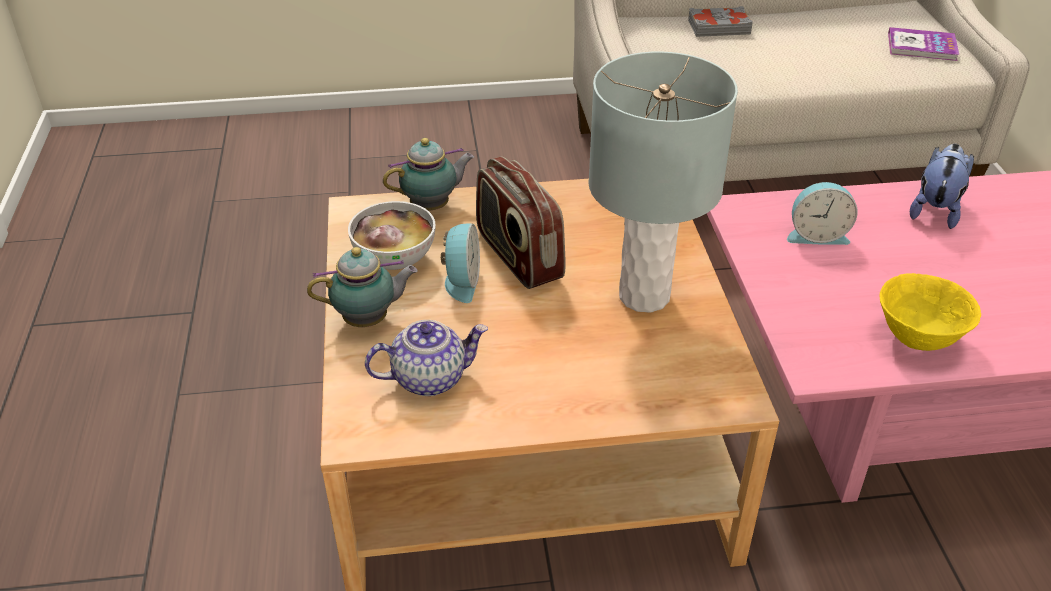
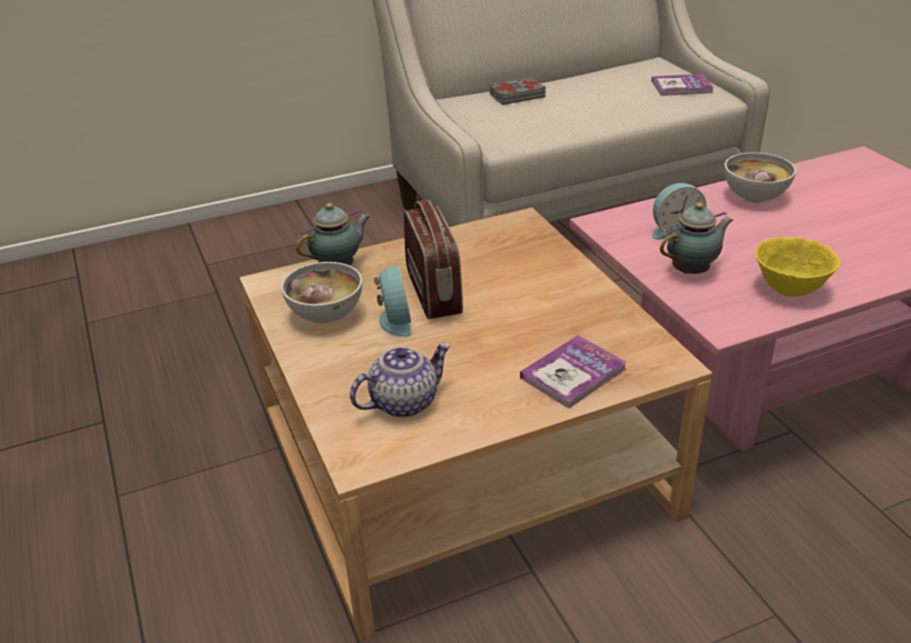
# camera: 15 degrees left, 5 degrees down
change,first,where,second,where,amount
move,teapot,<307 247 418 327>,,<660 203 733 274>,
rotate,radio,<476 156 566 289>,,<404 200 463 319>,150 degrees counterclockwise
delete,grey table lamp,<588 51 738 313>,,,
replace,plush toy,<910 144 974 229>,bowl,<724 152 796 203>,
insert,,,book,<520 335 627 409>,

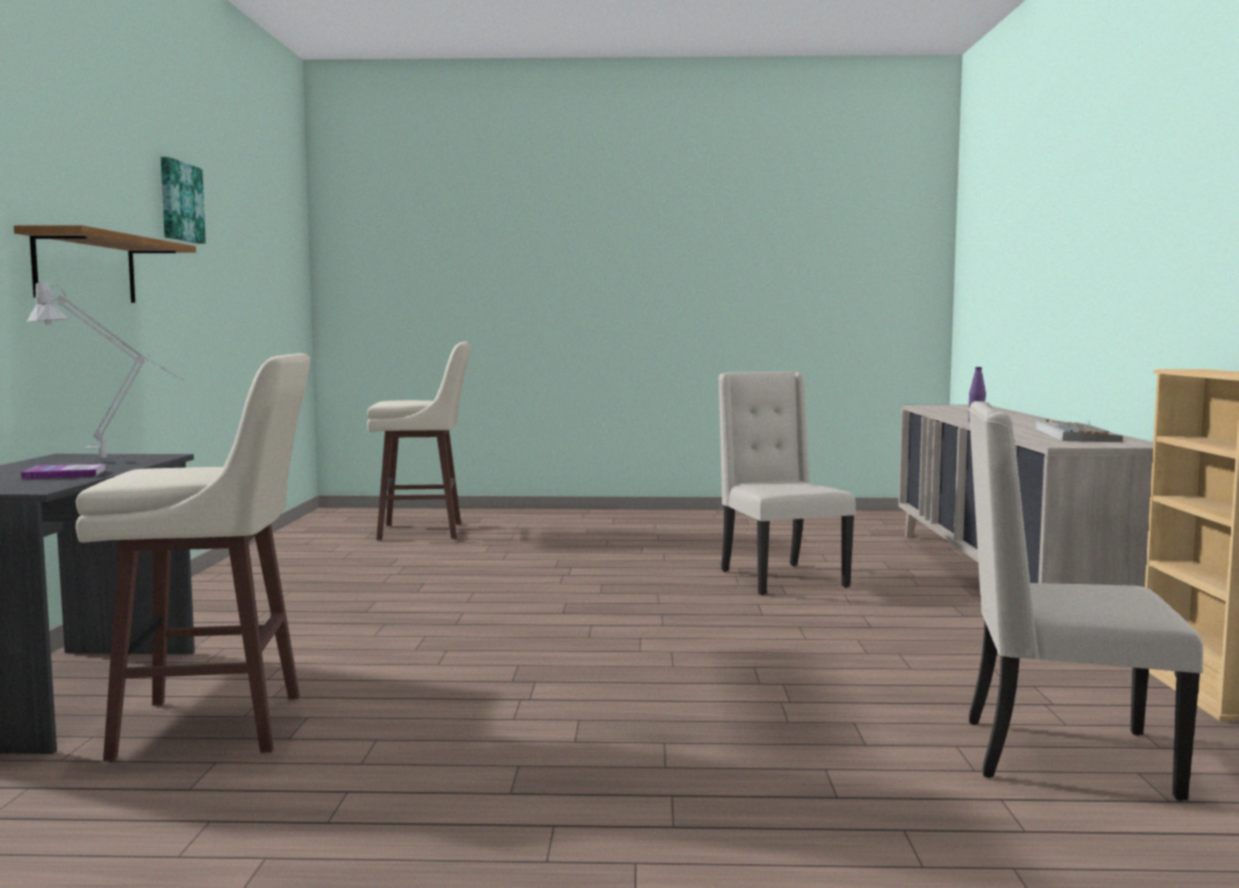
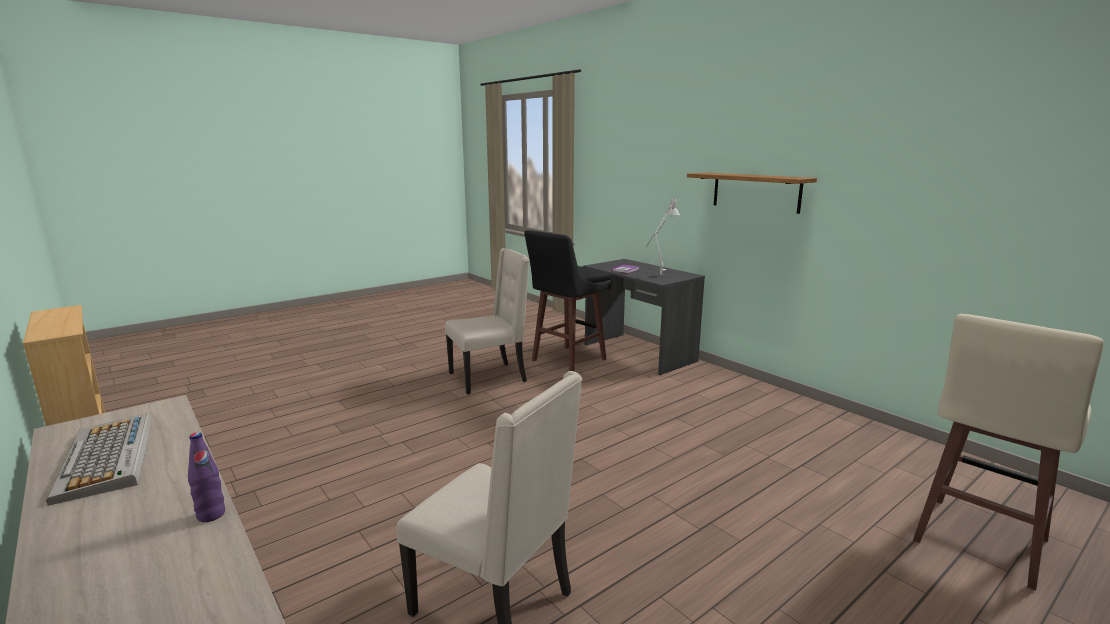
# camera: 140 degrees right, 10 degrees up
change,first,where,second,where,amount
recolor,beige stool,<76 353 310 761>,black stool,<524 230 612 371>,
delete,picture,<161 157 206 244>,,,
move,beige chair,<969 401 1203 801>,,<445 248 530 395>,

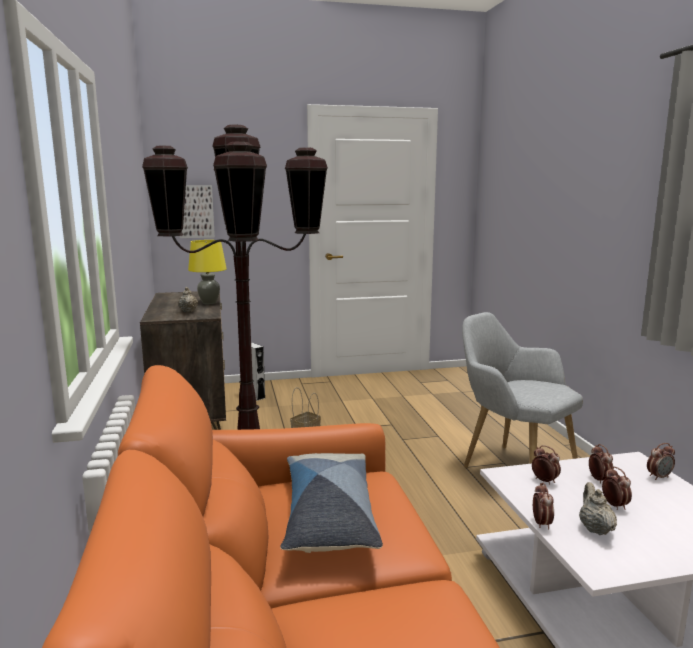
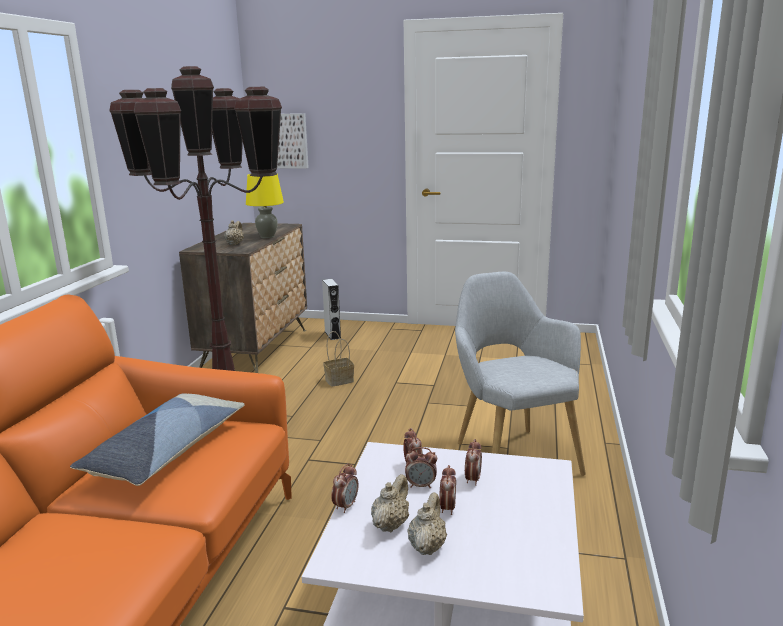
# camera: 25 degrees right, 5 degrees up
change,first,where,second,where,amount
move,alarm clock,<647 443 675 480>,,<405 447 437 489>,
insert,,,beige teapot,<407 493 447 555>,

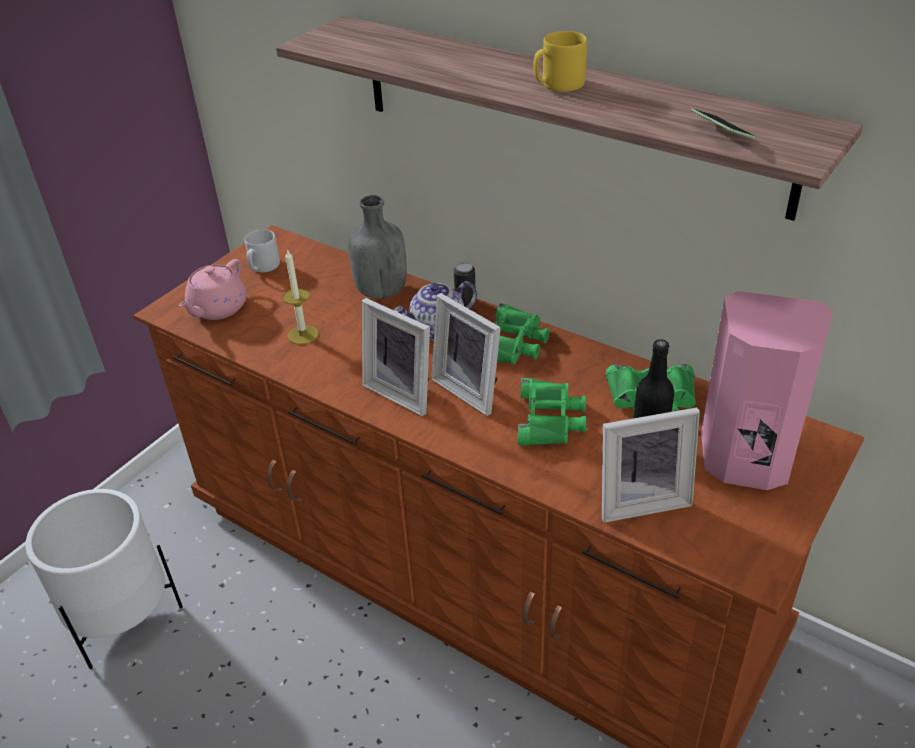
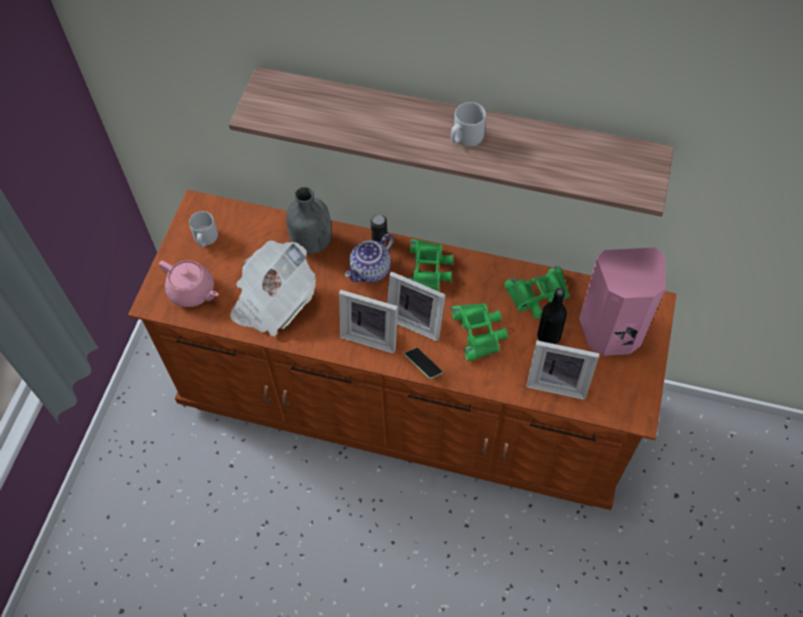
# camera: 20 degrees left, 20 degrees up
change,first,where,second,where,amount
delete,white planter,<25 489 183 669>,,,
rotate,pink teapot,<179 259 247 320>,,<159 260 219 307>,60 degrees counterclockwise
replace,candle,<282 249 319 345>,newspaper,<230 240 316 336>,
recolor,yellow mug,<533 31 587 92>,grey mug,<451 102 486 147>,
rotate,picture frame,<602 407 700 523>,,<526 340 599 400>,45 degrees clockwise
move,phone,<691 108 756 139>,,<404 348 443 379>,

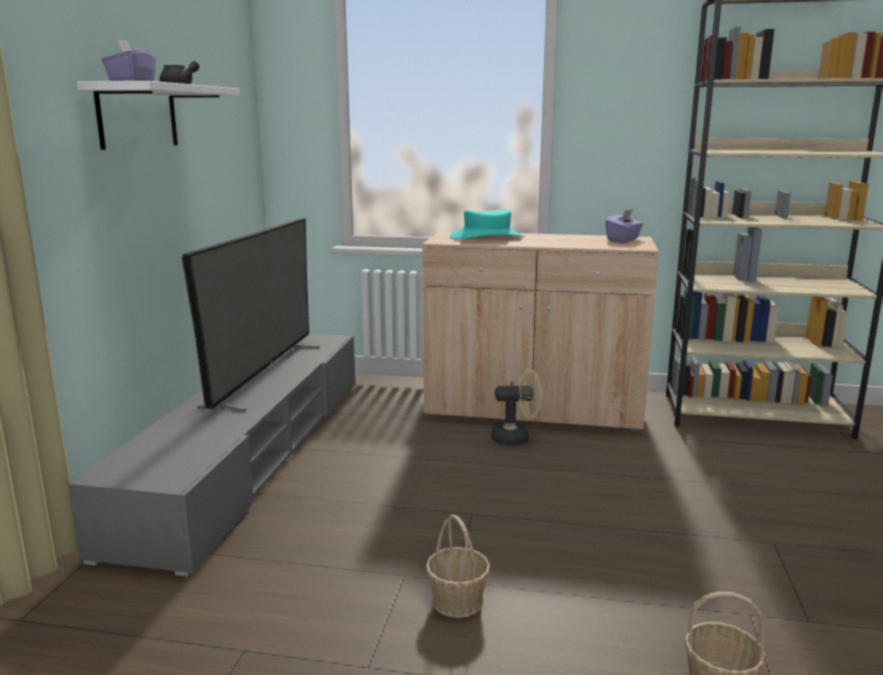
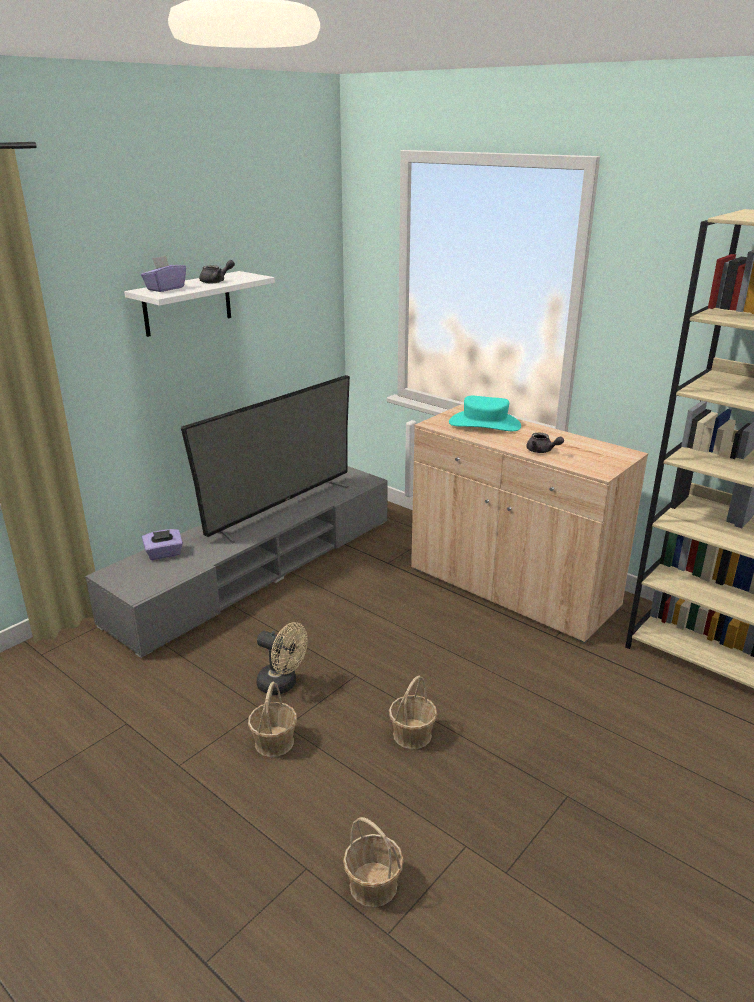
# camera: 30 degrees right, 10 degrees up
change,first,where,second,where,amount
move,beige fan,<492 369 542 445>,,<256 622 308 695>,
move,purple tissue box,<605 209 643 242>,,<142 529 183 560>,
insert,,,basket,<389 675 437 749>,
insert,,,grey teapot,<526 433 564 453>,

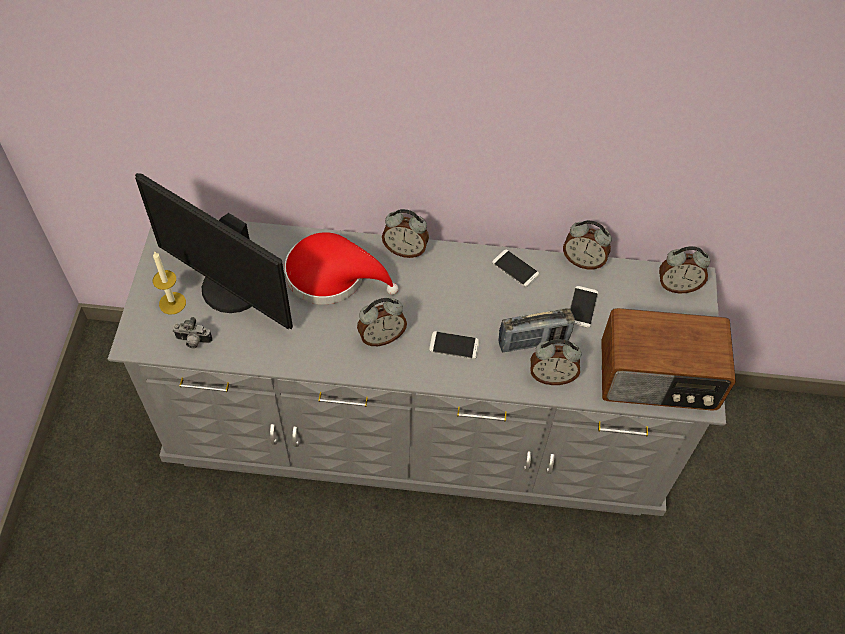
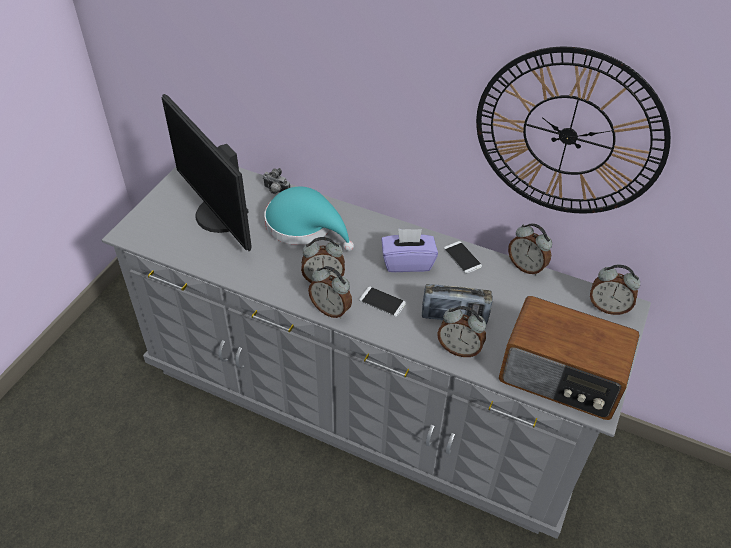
# camera: 20 degrees right, 10 degrees down
change,first,where,second,where,amount
delete,candle,<153 252 186 315>,,,
move,photo camera,<173 317 213 349>,,<263 168 290 194>,
recolor,red hat,<284 232 399 305>,turquoise hat,<264 187 354 251>,
move,alarm clock,<382 209 429 258>,,<308 266 352 319>,
delete,phone,<570 286 598 328>,,,
insert,,,purple tissue box,<381 229 438 272>,
insert,,,wall clock,<476 47 671 214>,

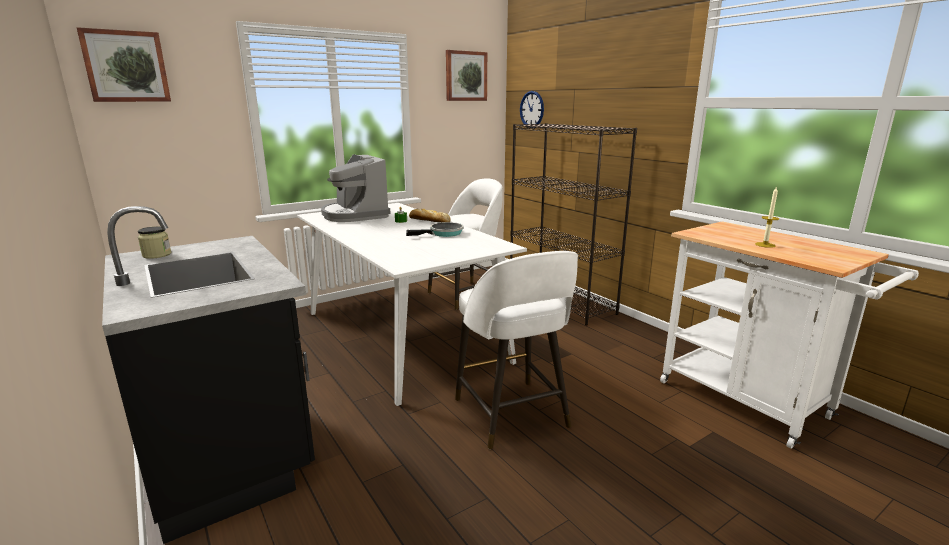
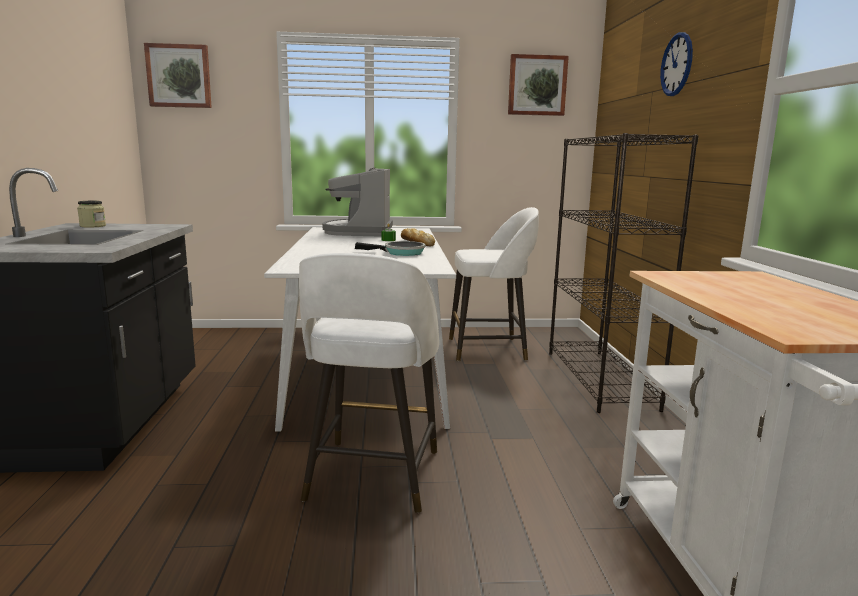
# camera: 30 degrees right, 5 degrees down
change,first,where,second,where,amount
move,wall clock,<520 91 544 128>,,<660 32 693 96>,
delete,candle,<755 186 779 248>,,,

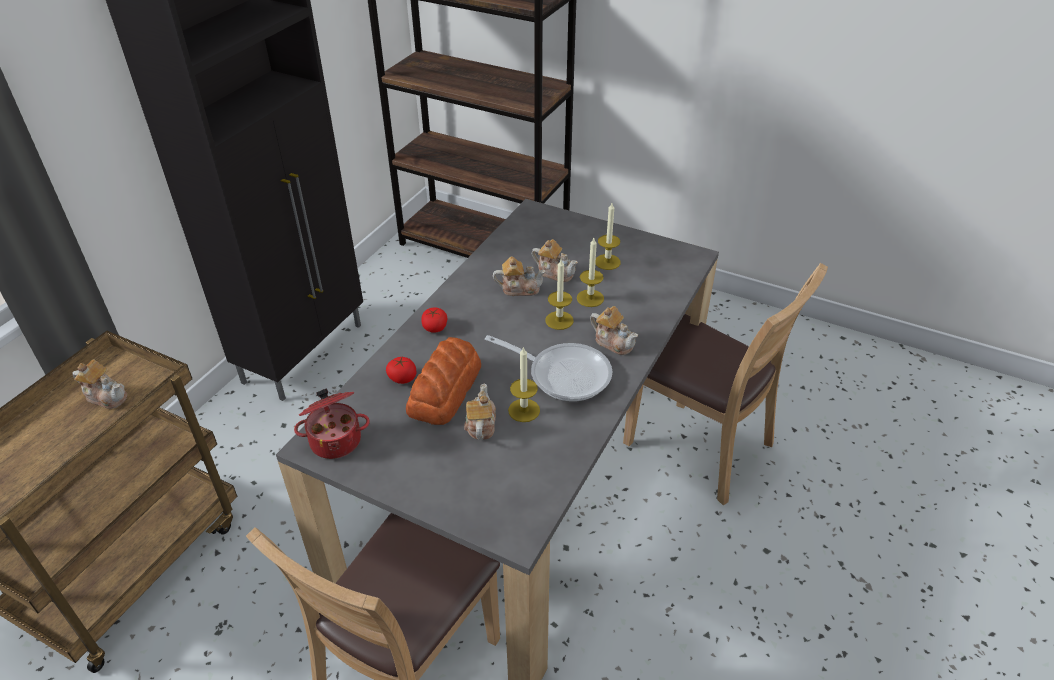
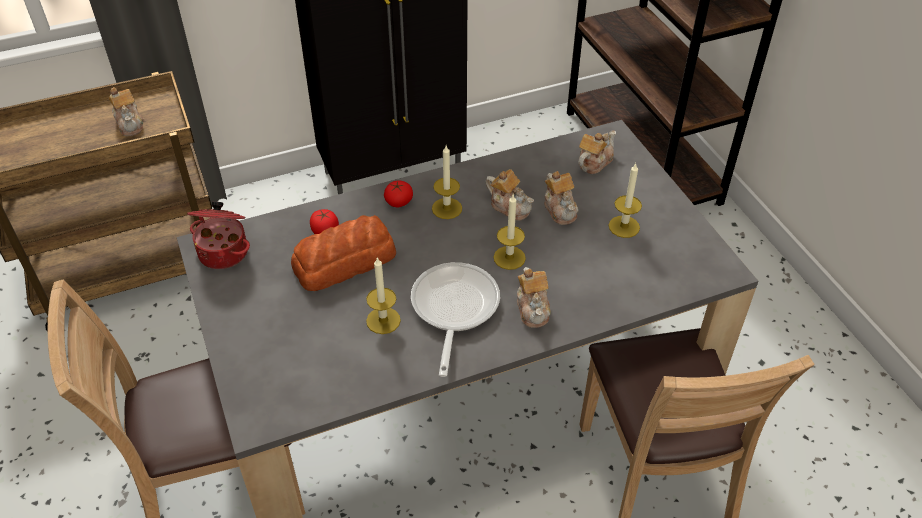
# camera: 40 degrees right, 5 degrees up
change,first,where,second,where,amount
move,teapot,<464 383 496 440>,,<578 131 616 174>,
rotate,frying pan,<485 335 612 402>,,<411 262 500 377>,150 degrees counterclockwise
move,candle,<577 238 604 307>,,<432 145 462 219>,

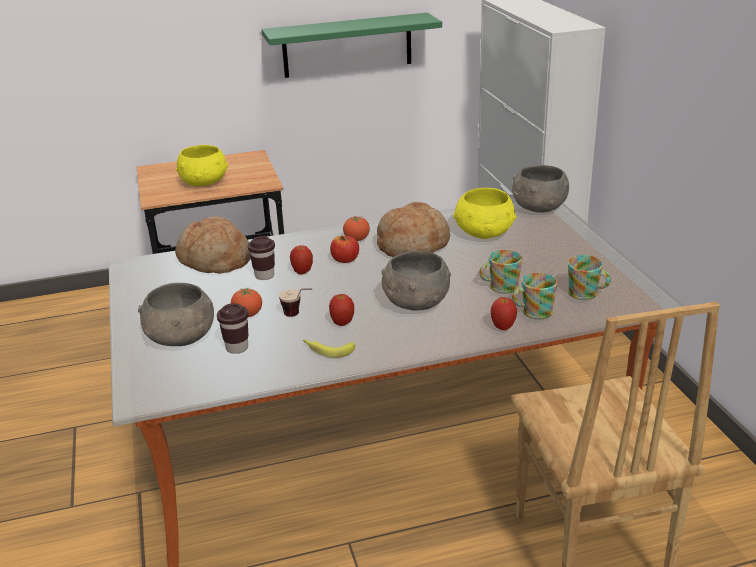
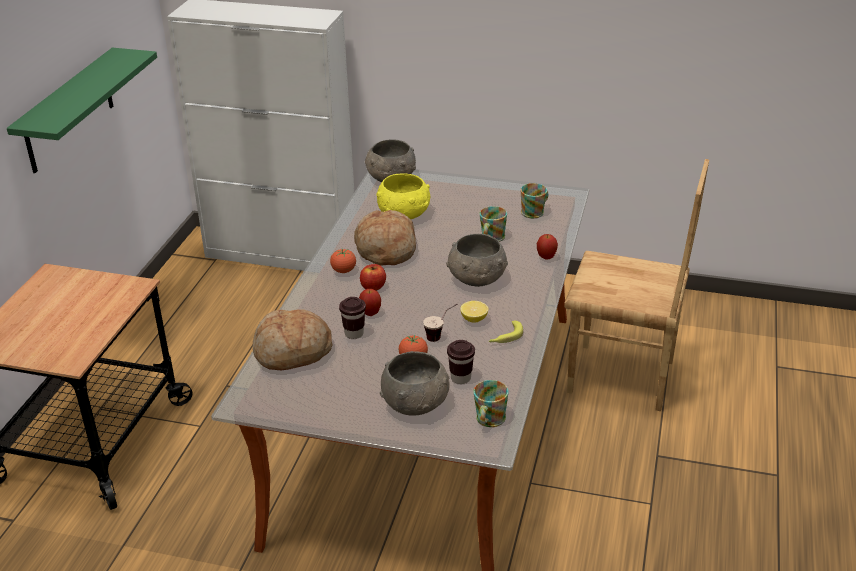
# camera: 60 degrees left, 5 degrees up
change,first,where,second,where,amount
delete,yellow bowl,<176 145 228 186>,,,
replace,apple,<329 294 354 326>,lemon,<460 301 488 323>,
move,mug,<512 273 558 319>,,<473 380 509 427>,

